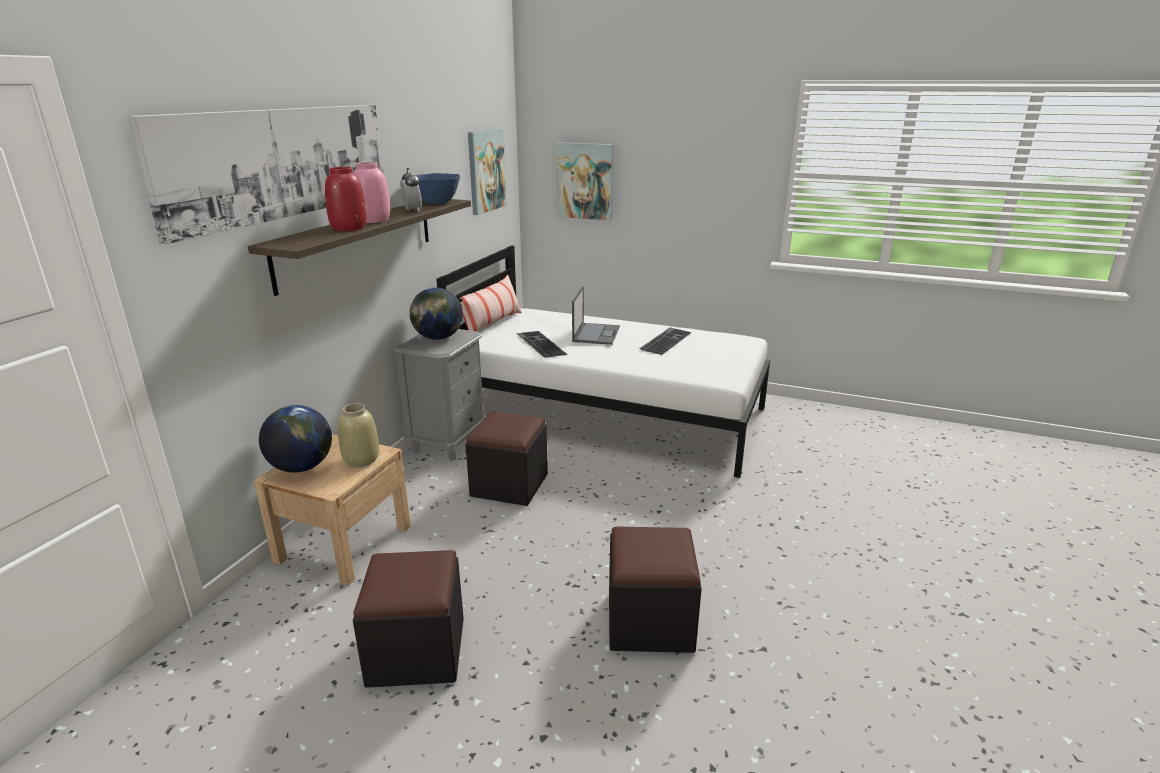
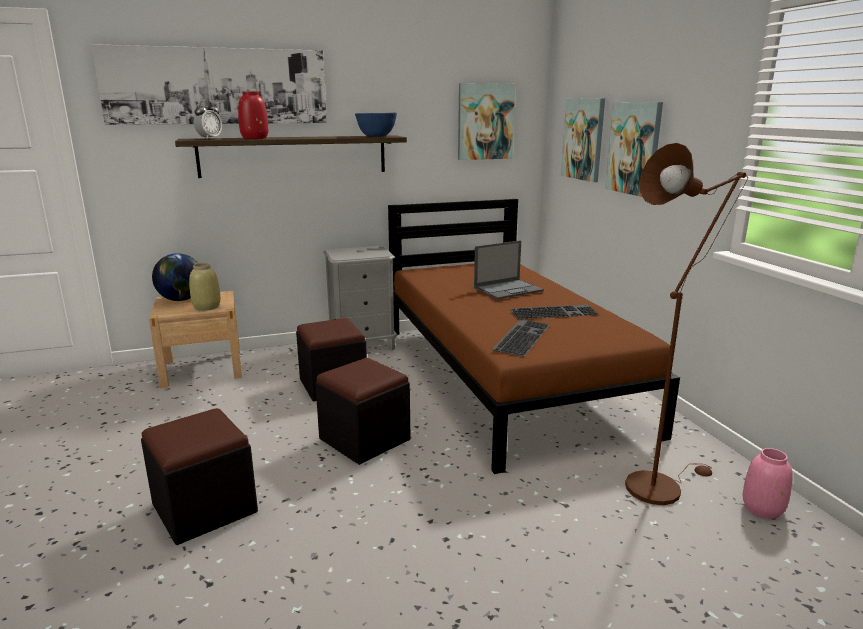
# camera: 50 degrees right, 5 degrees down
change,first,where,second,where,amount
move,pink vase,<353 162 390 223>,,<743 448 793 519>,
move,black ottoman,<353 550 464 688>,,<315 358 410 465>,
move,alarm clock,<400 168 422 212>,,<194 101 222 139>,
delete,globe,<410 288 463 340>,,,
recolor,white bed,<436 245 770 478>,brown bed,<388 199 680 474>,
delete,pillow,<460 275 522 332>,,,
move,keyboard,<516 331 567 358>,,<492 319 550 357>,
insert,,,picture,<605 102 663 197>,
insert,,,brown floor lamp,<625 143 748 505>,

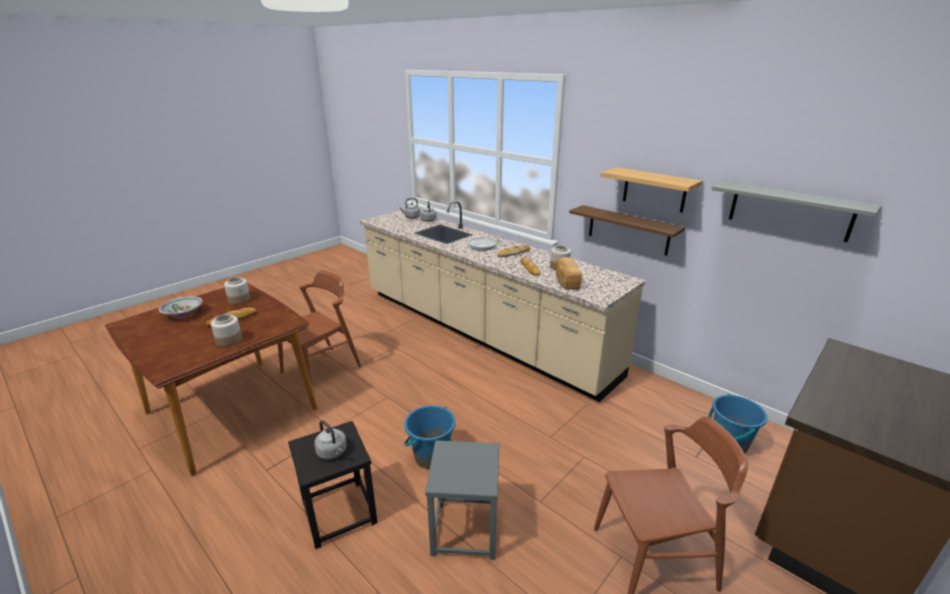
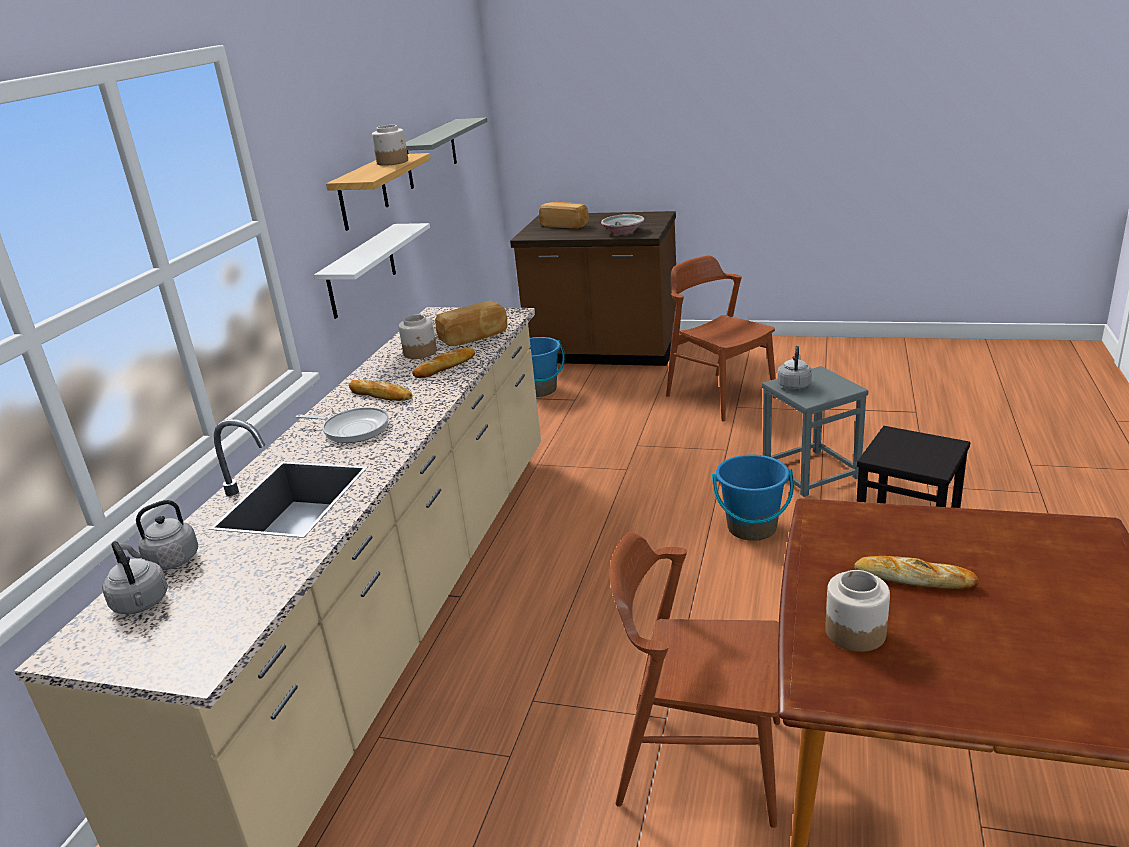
# camera: 115 degrees left, 0 degrees up
change,first,where,second,where,amount
move,bowl,<159 296 203 318>,,<601 214 644 235>,
move,jar,<211 314 242 347>,,<372 125 408 166>,
move,grey kettle,<314 420 347 459>,,<777 346 812 390>,
recolor,brown shelf,<569 205 685 256>,white shelf,<314 223 430 319>,
insert,,,bread,<539 202 589 229>,

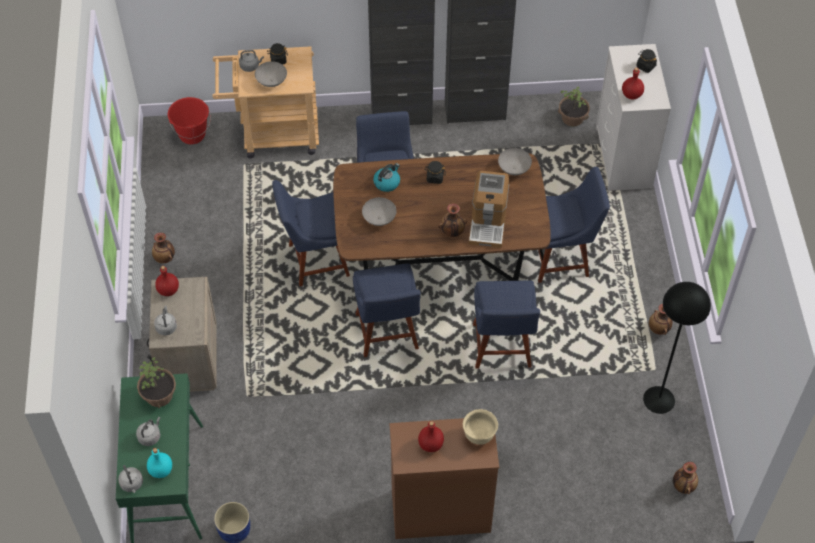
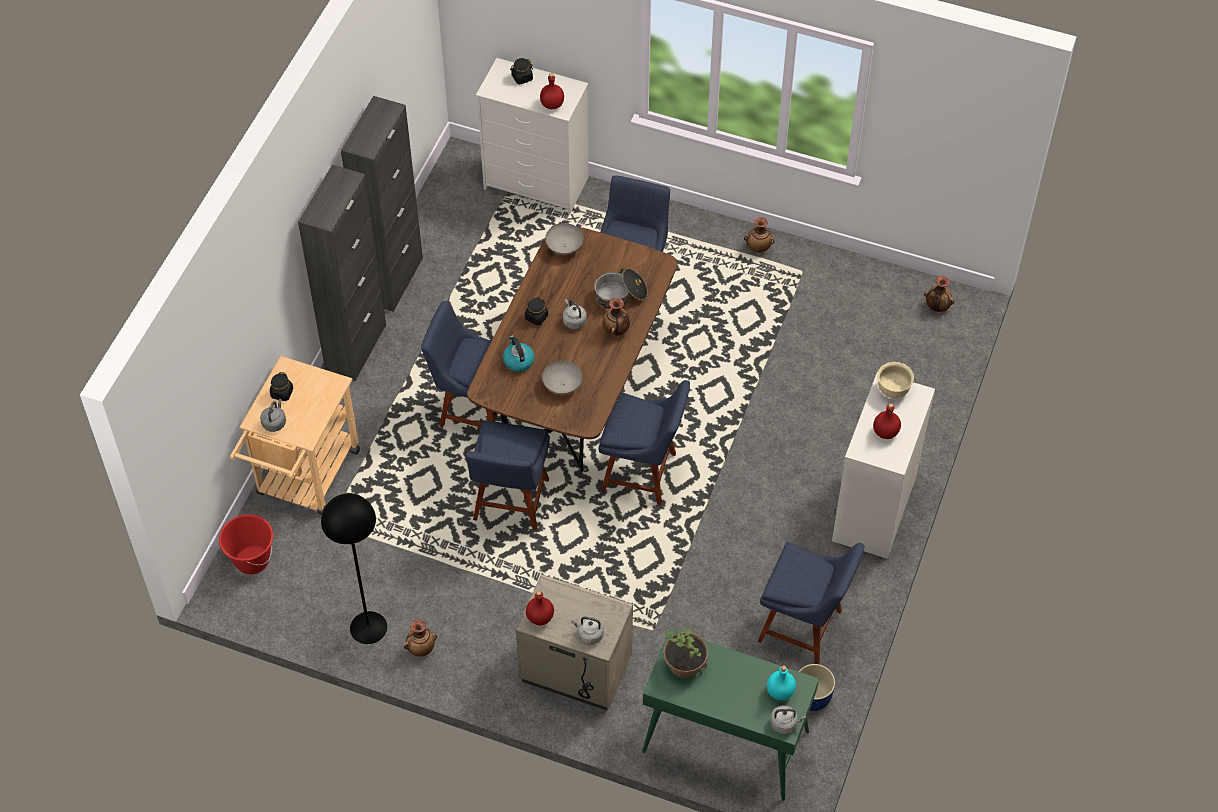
# camera: 65 degrees left, 0 degrees up
change,first,where,second,where,amount
move,grey kettle,<136 417 160 446>,,<563 299 587 329>,
delete,grey bowl,<255 61 287 87>,,,
recolor,brown dresser,<389 418 499 539>,white dresser,<832 372 935 558>,
replace,coffee machine,<469 171 509 248>,cooking pot,<594 268 647 309>,
move,blue chair,<473 280 540 369>,,<757 542 865 664>,
delete,potted plant,<558 87 590 127>,,,
move,black floor lamp,<643 282 711 414>,,<321 493 387 644>,

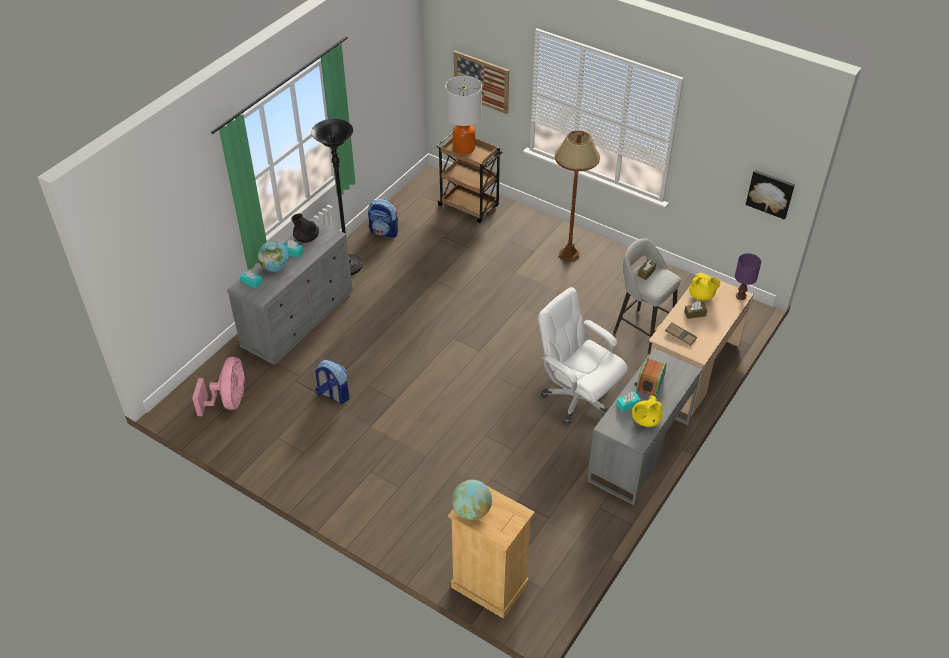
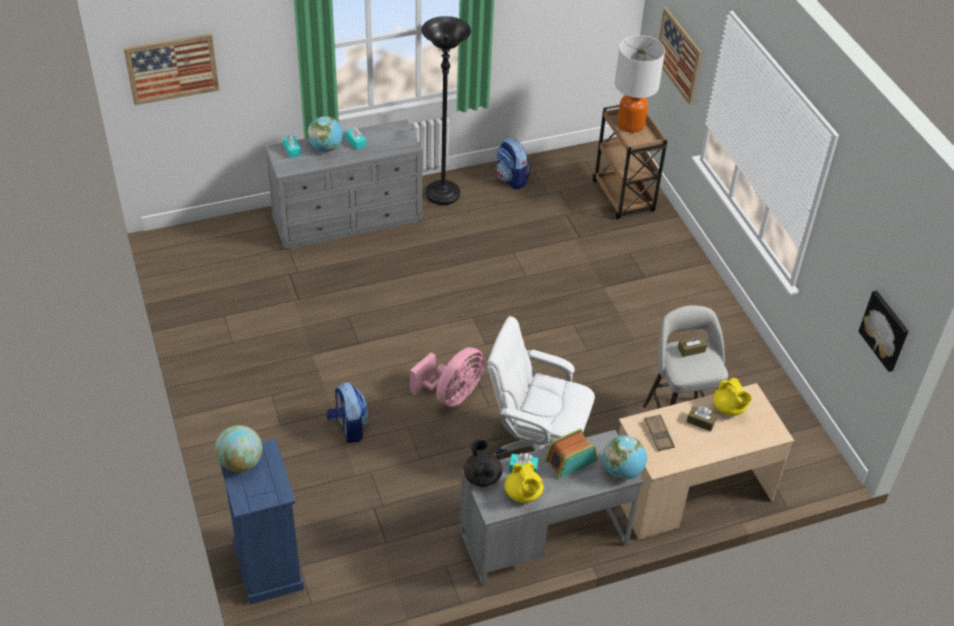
# camera: 35 degrees right, 0 degrees up
change,first,where,second,where,amount
move,pink fan,<192 357 245 416>,,<410 347 485 407>,
move,black teapot,<291 213 319 243>,,<464 440 502 487>,
move,backpack,<315 360 349 404>,,<326 382 369 443>,
recolor,beige dresser,<448 486 535 619>,blue dresser,<220 438 304 605>,
rotate,white office chair,<538 287 628 425>,,<487 316 595 459>,60 degrees counterclockwise
delete,brown floor lamp,<555 130 600 262>,,,
rotate,yellow teapot,<632 396 662 427>,,<505 462 544 503>,105 degrees counterclockwise
delete,purple table lamp,<735 253 761 300>,,,
insert,,,picture,<123 33 219 105>,
insert,,,globe,<603 435 647 480>,

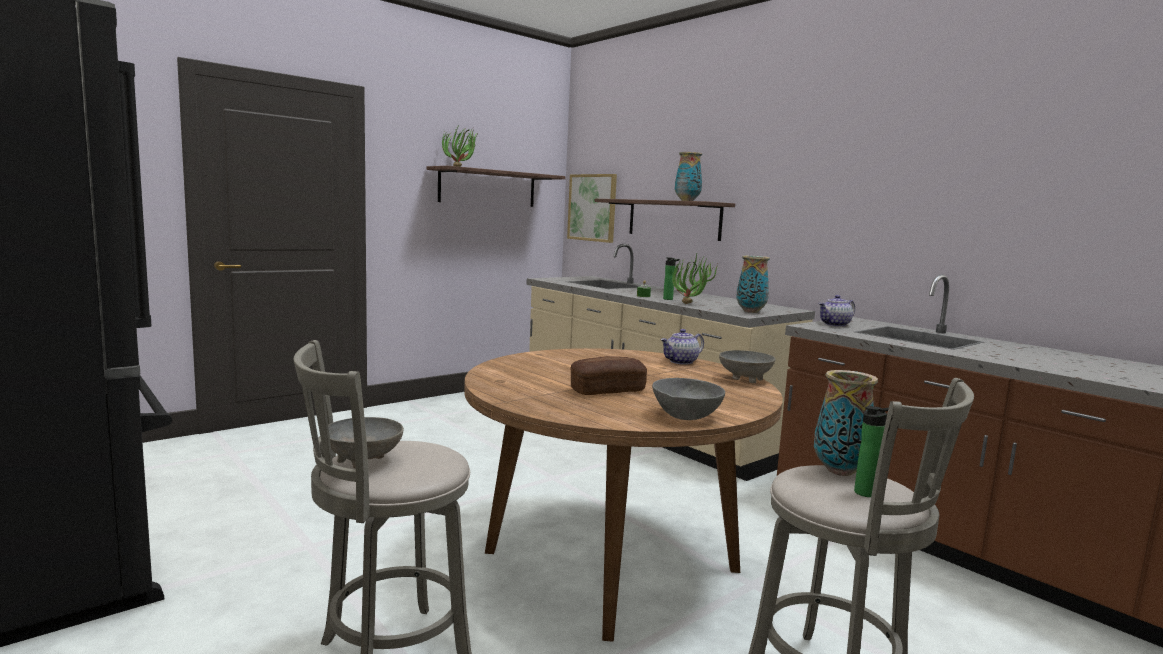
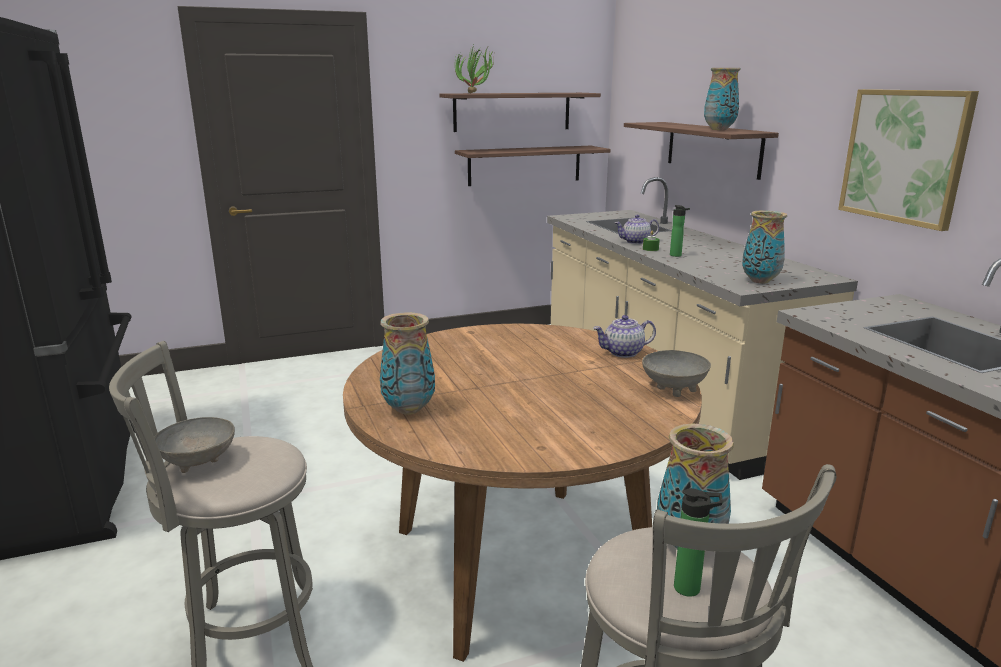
# camera: 20 degrees right, 10 degrees up
change,first,where,second,where,amount
move,picture,<567 174 617 243>,,<838 89 979 231>,
delete,bread,<570 356 647 395>,,,
delete,grey bowl,<652 378 725 420>,,,
delete,potted plant,<672 254 718 304>,,,
move,teapot,<818 295 855 327>,,<615 215 659 244>,
insert,,,vase,<380 312 435 415>,
insert,,,shelf,<455 146 611 186>,

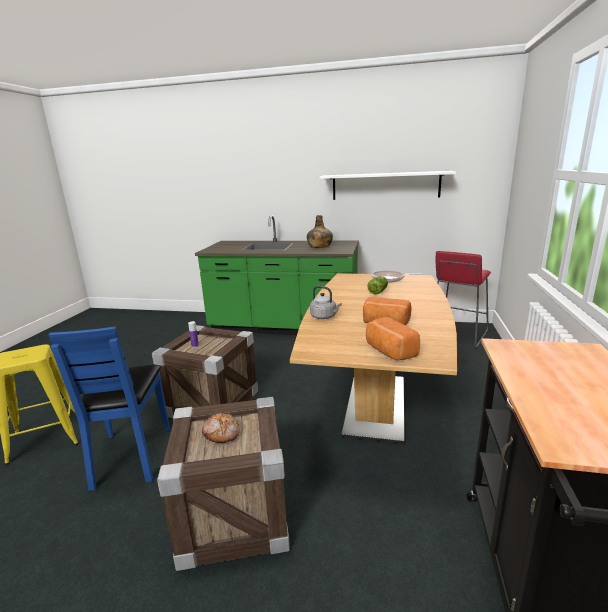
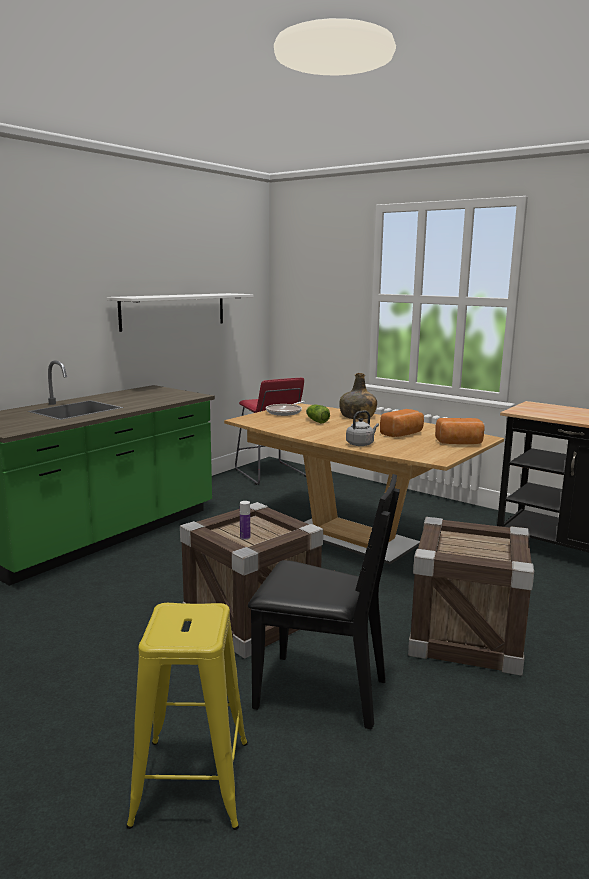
# camera: 65 degrees left, 5 degrees down
change,first,where,second,where,amount
recolor,blue chair,<49 327 170 491>,black chair,<248 474 400 729>,
delete,bread,<202 413 240 443>,,,
move,green bottle,<307 215 333 248>,,<339 373 377 419>,

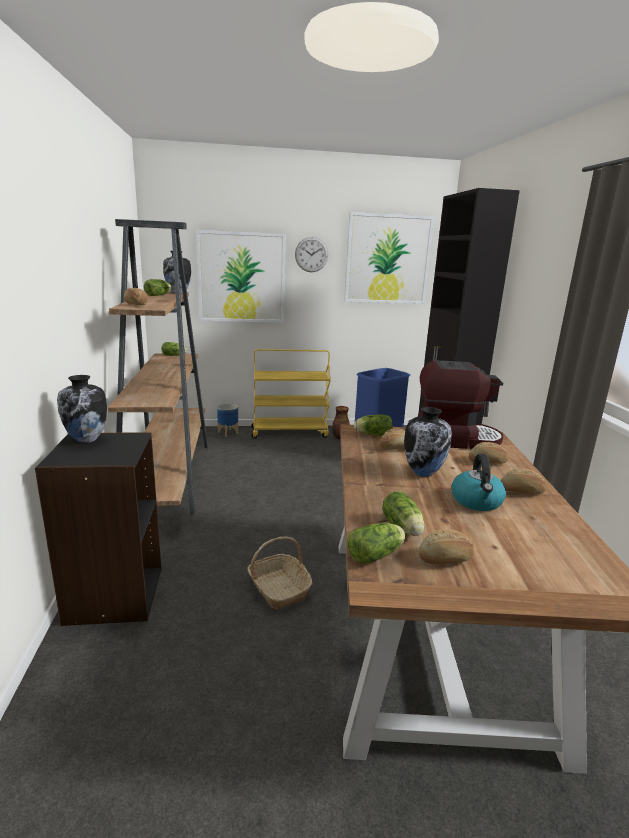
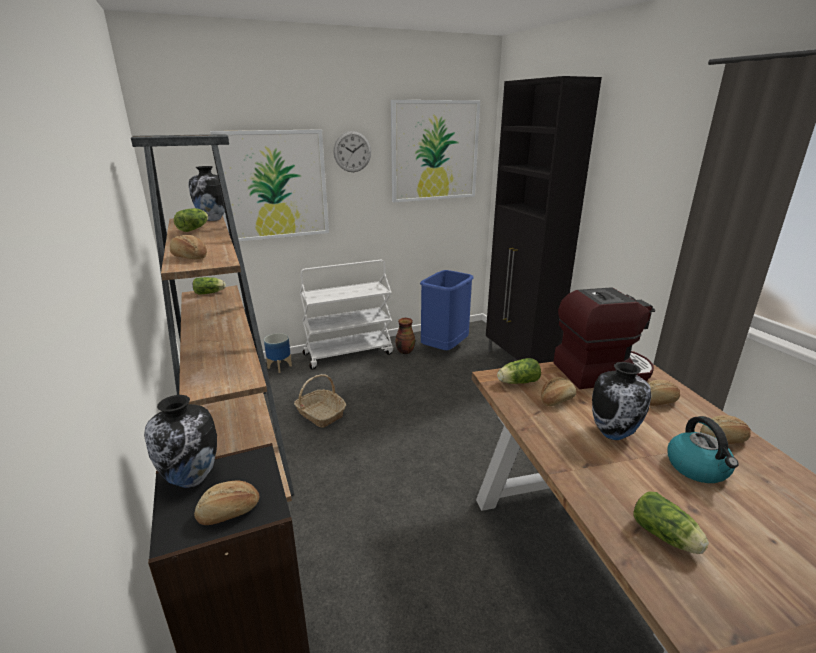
# camera: 15 degrees left, 5 degrees up
change,first,where,second,where,amount
move,basket,<248 536 313 610>,,<294 374 346 427>,
recolor,yellow cart,<251 349 331 438>,white cart,<300 260 393 369>,
delete,lettuce,<347 523 406 564>,,,
move,bread,<419 529 474 564>,,<194 480 259 525>,

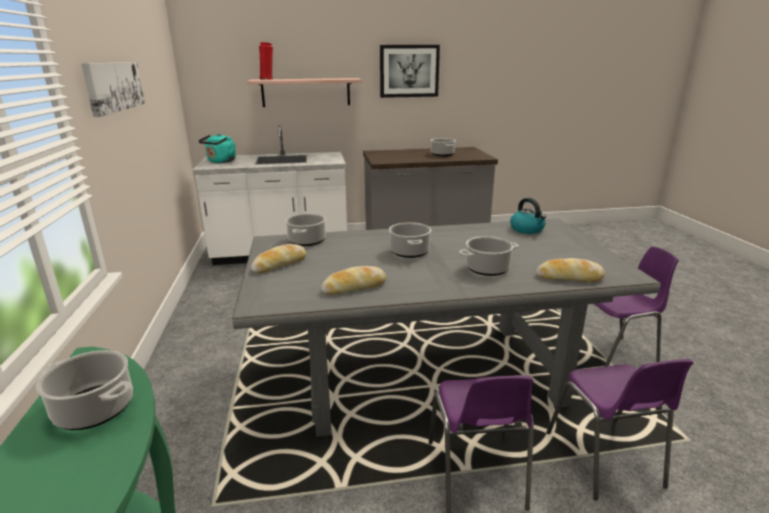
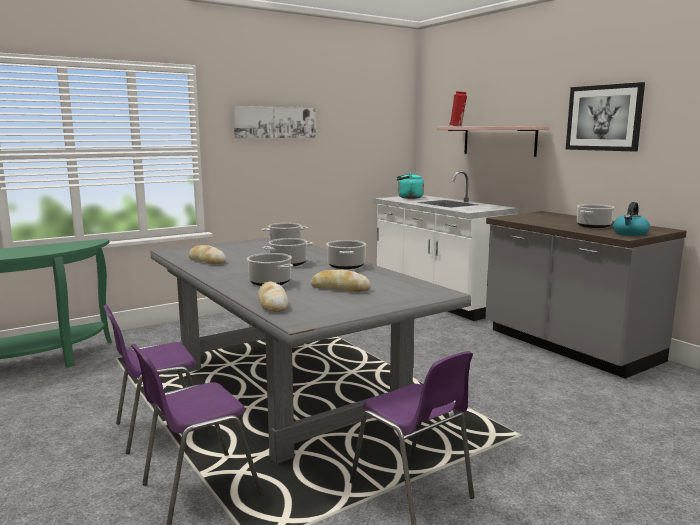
# camera: 65 degrees right, 10 degrees down
change,first,where,second,where,amount
move,cooking pot,<36 350 133 430>,,<326 240 366 269>,
move,bread,<251 244 306 273>,,<311 270 371 292>,
move,kettle,<510 198 546 234>,,<613 202 650 236>,

